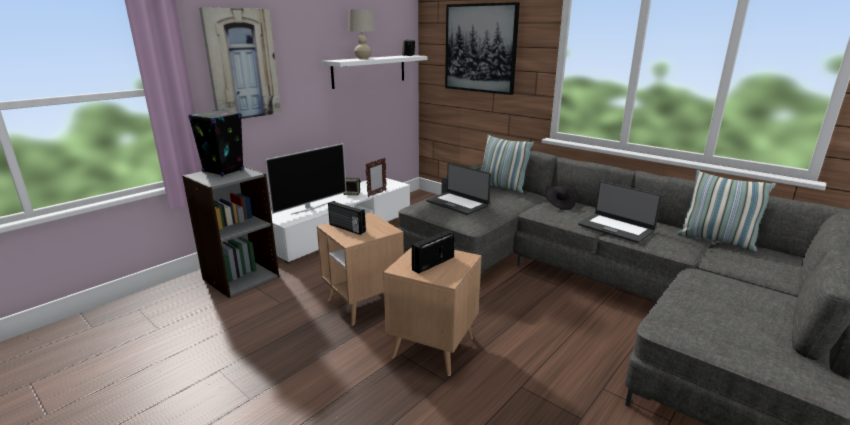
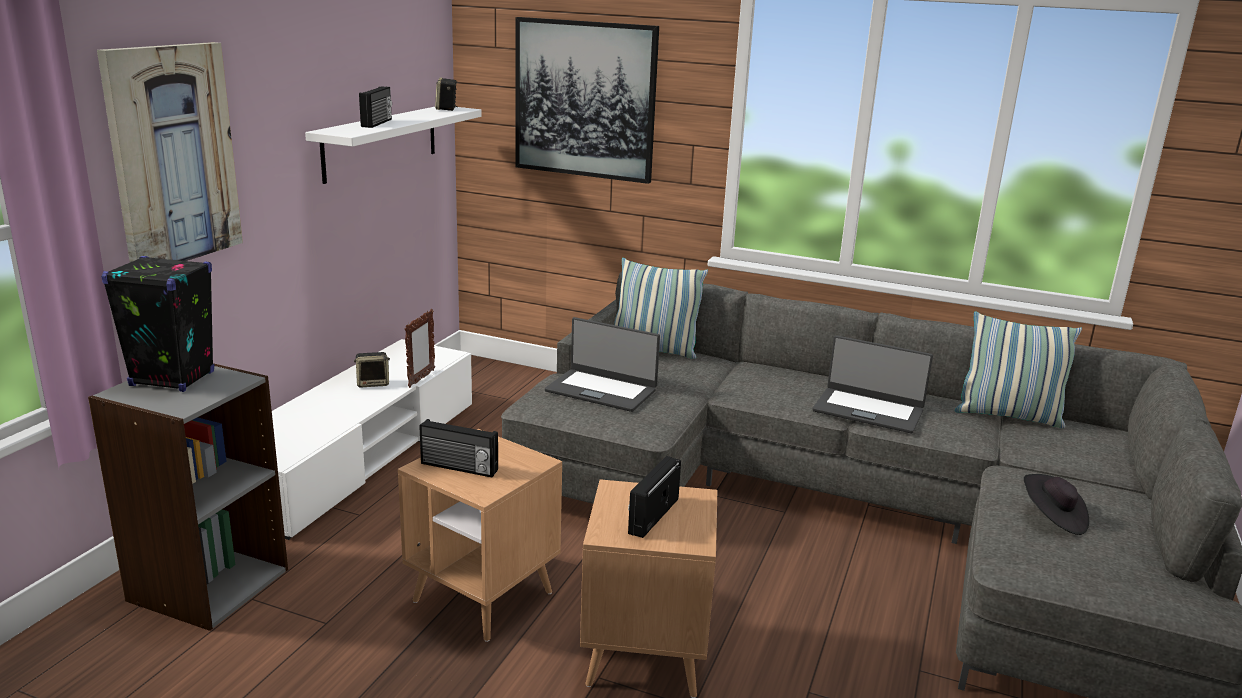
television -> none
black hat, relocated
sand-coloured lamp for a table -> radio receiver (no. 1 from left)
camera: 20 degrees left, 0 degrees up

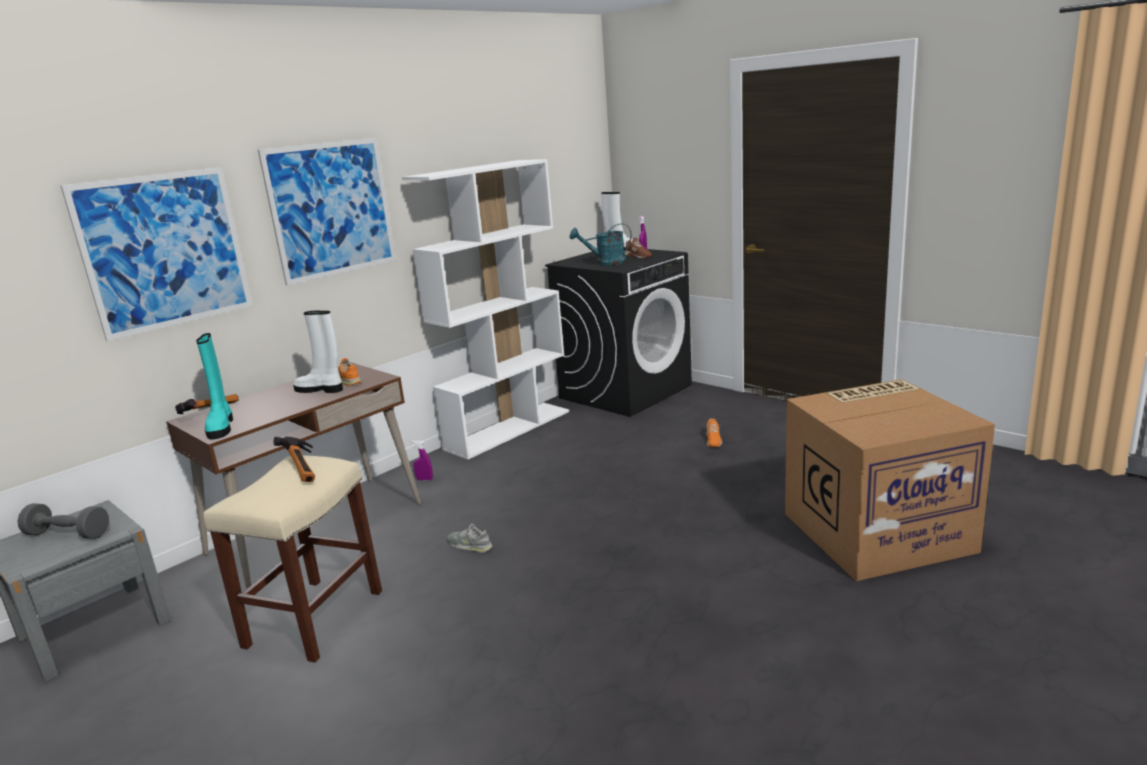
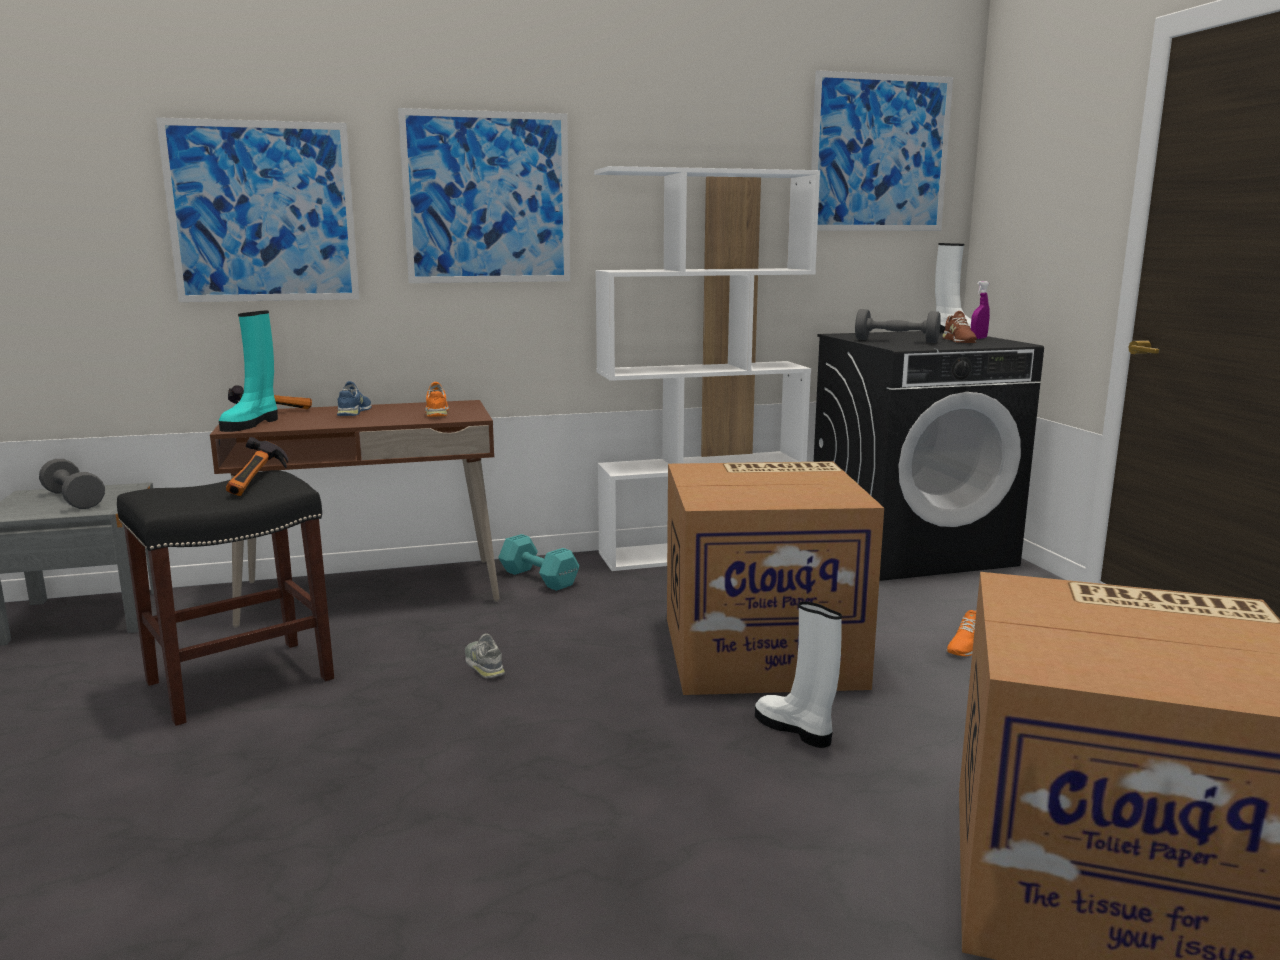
none -> blue item of footwear
none -> carton (no. 1 from left)
none -> wall art (no. 3 from left)
white-coloured boot (no. 1 from left), relocated
purple-coloured hand sprayer (no. 1 from left) -> blue-green free weight
blue-green watering can -> grey free weight (no. 2 from left)
sand-coloured stool -> black stool
camera: 30 degrees right, 5 degrees down

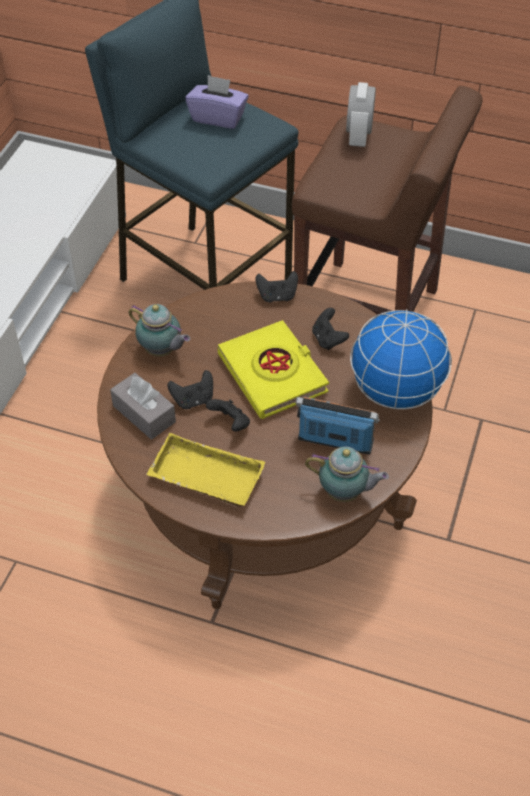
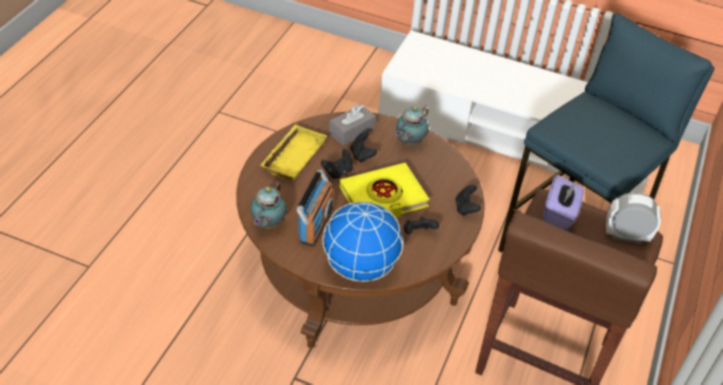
purple-coloured tissue holder, relocated
camera: 90 degrees right, 5 degrees down

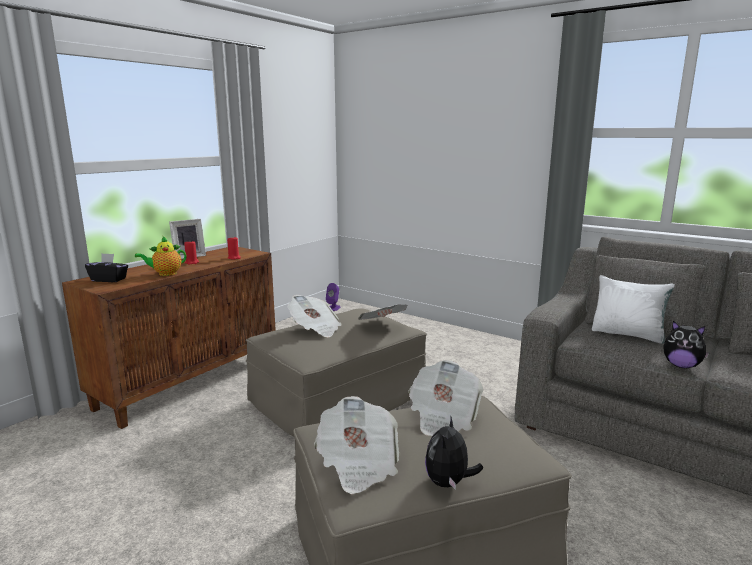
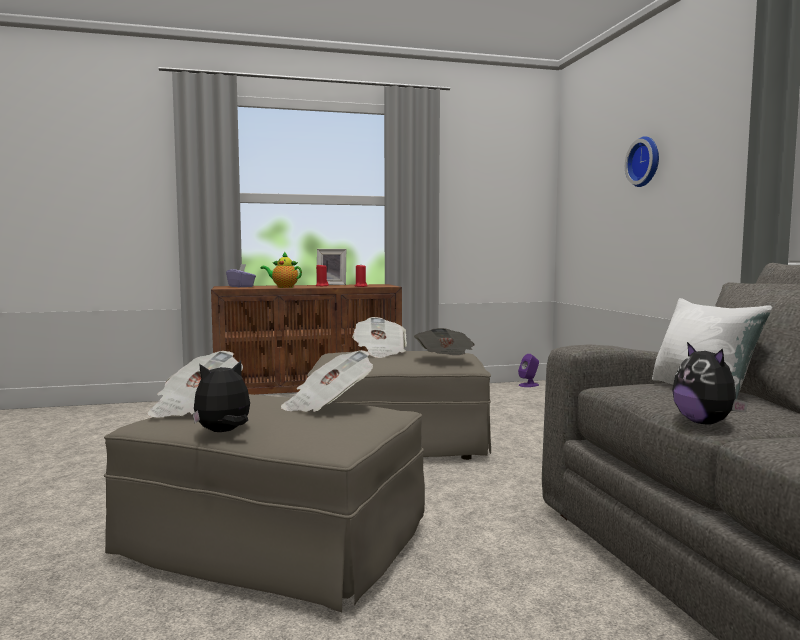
none -> wall clock
black tissue holder -> purple-coloured tissue holder
camera: 40 degrees right, 10 degrees down

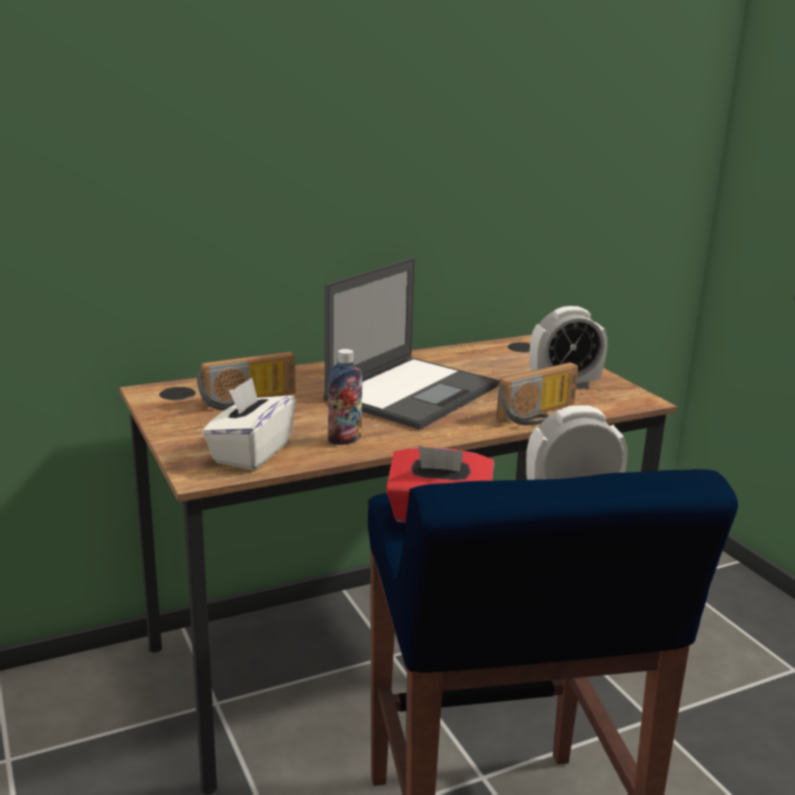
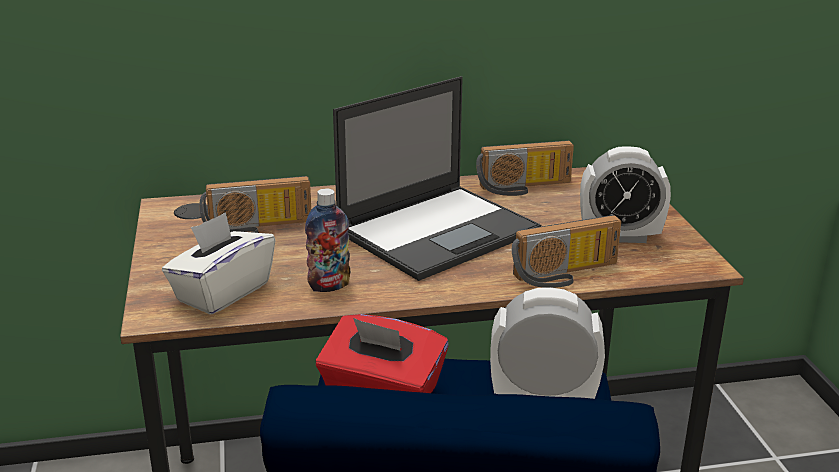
none -> radio receiver (no. 2 from left)
camera: 15 degrees right, 5 degrees up

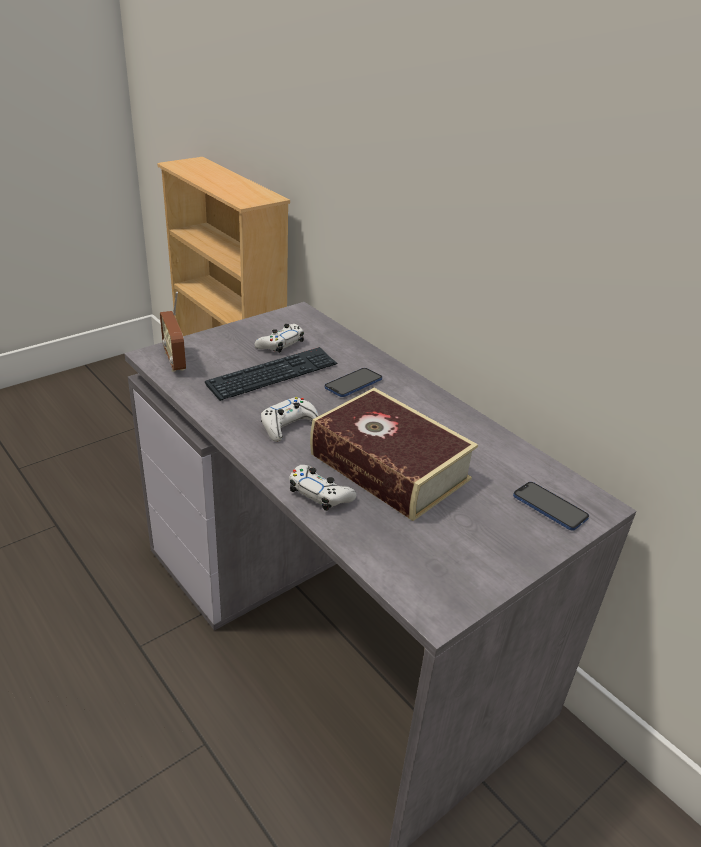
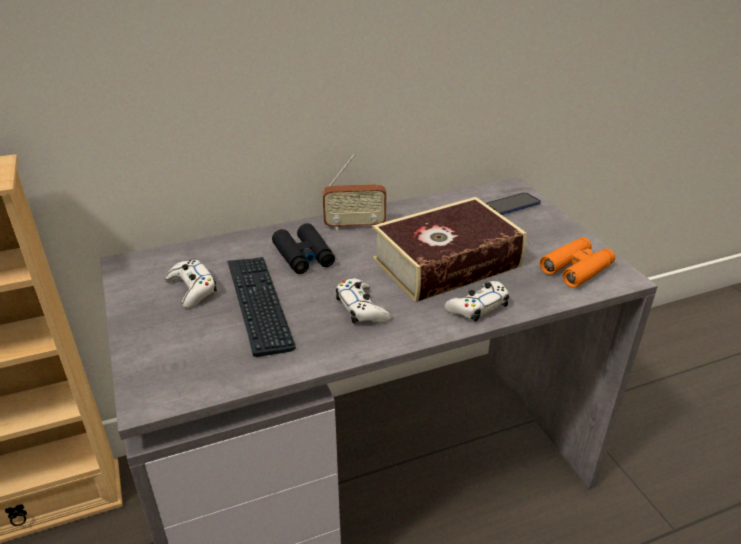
none -> orangey field glasses
radio receiver, relocated
telephone (no. 1 from left) -> black field glasses
camera: 70 degrees left, 0 degrees up

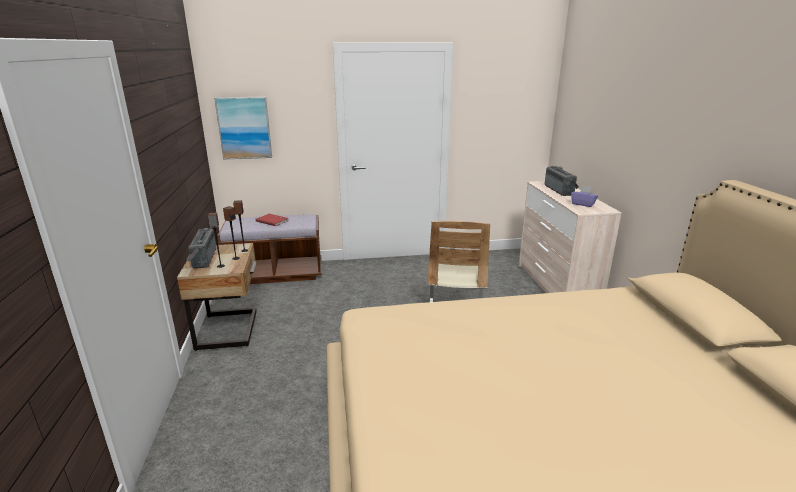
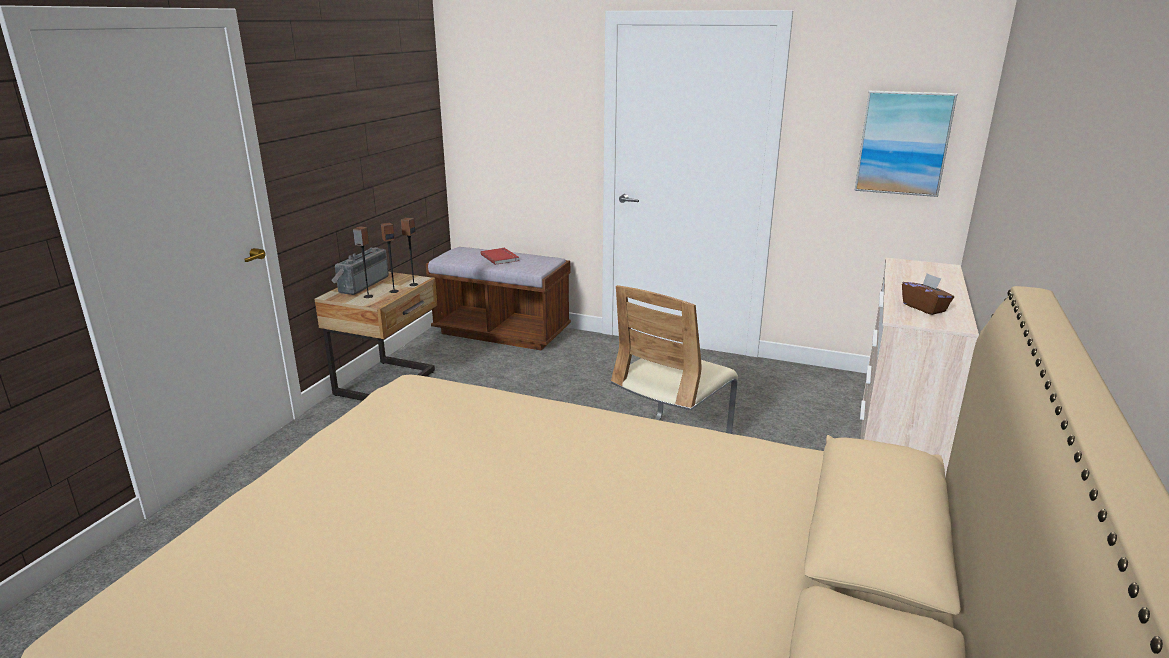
radio receiver (no. 2 from left) -> none
wall art, relocated
purple-coloured tissue holder -> brownish tissue holder
camera: 30 degrees right, 0 degrees up

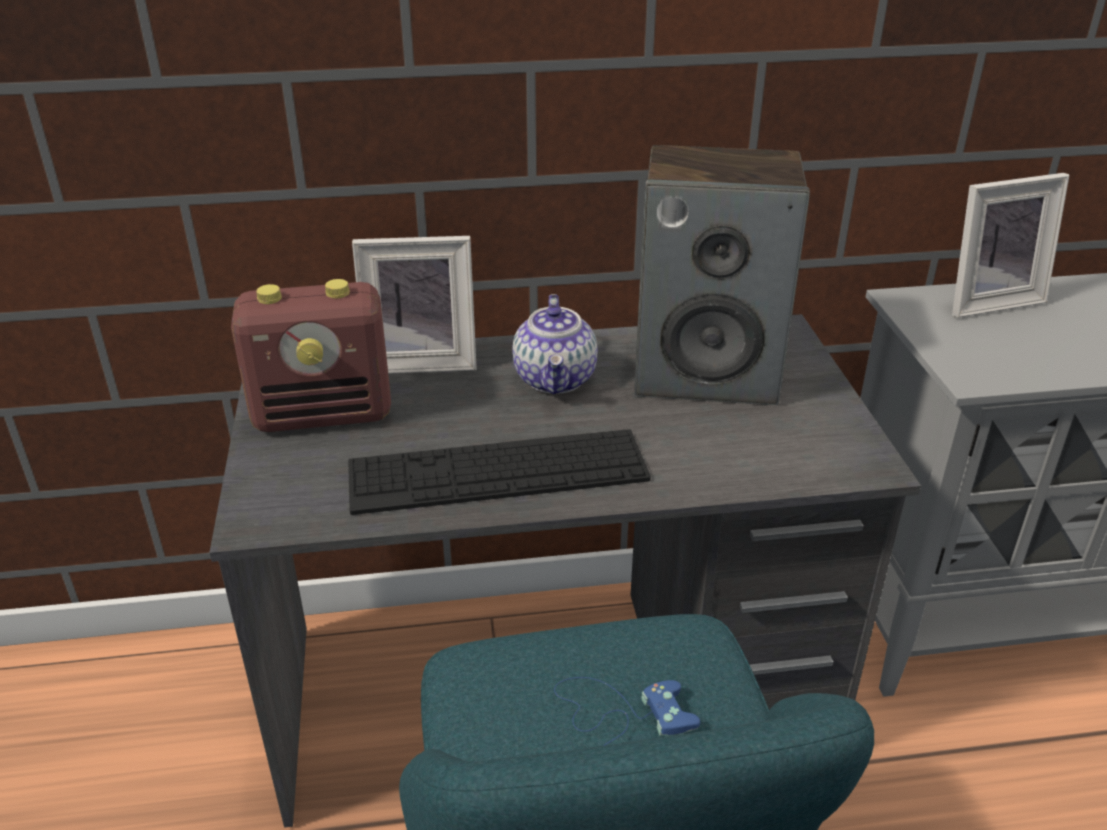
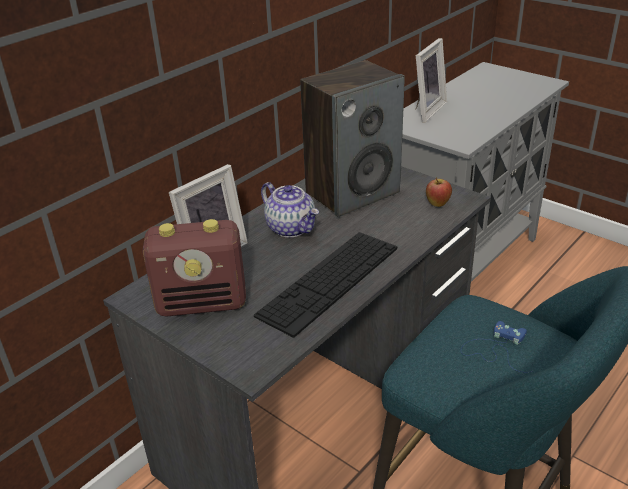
none -> whole apple
radio receiver, 45 degrees clockwise
camera: 40 degrees left, 0 degrees up

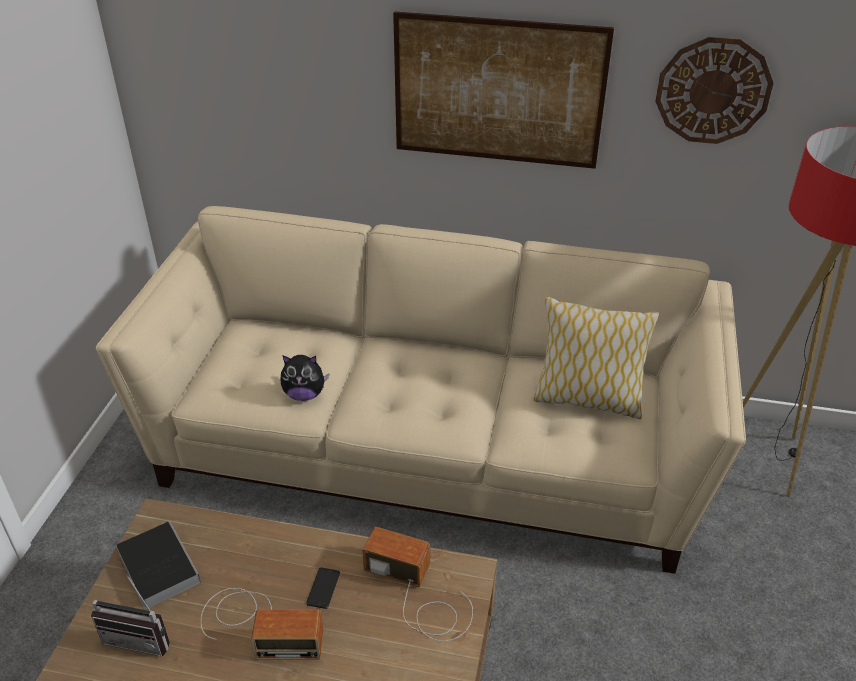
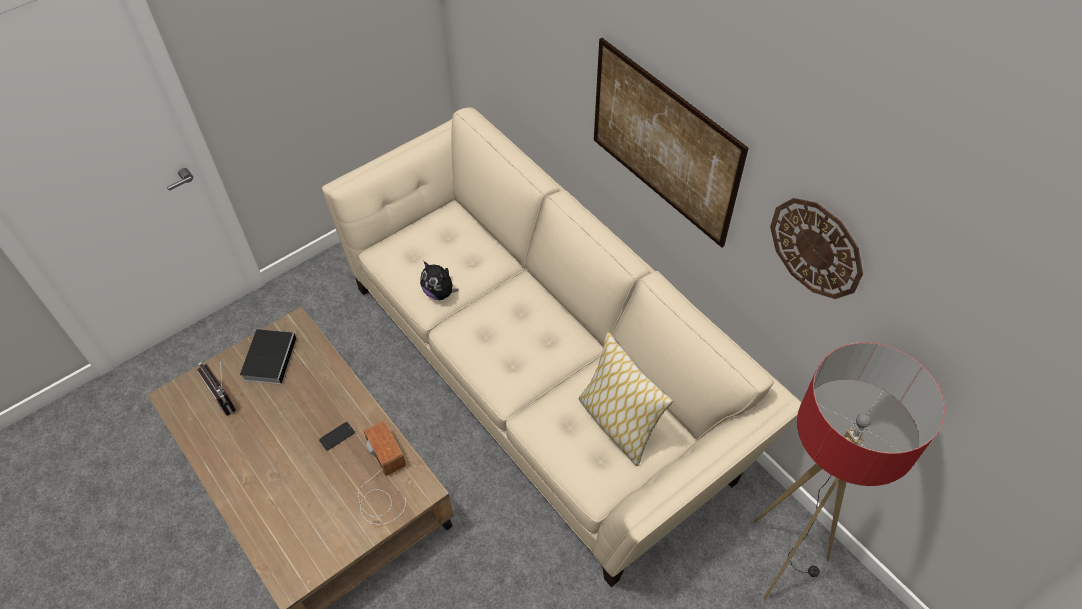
radio receiver (no. 2 from left) -> none
camera: 40 degrees right, 15 degrees up

